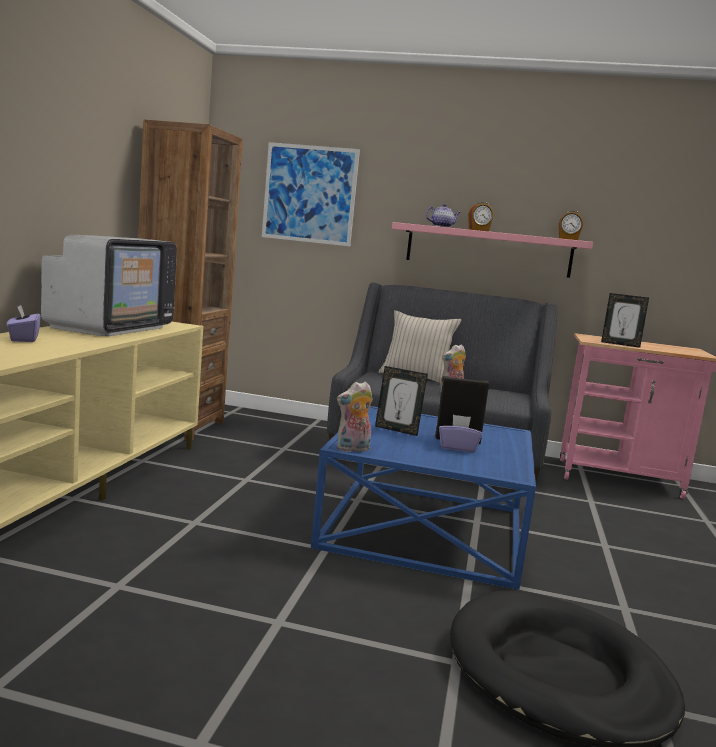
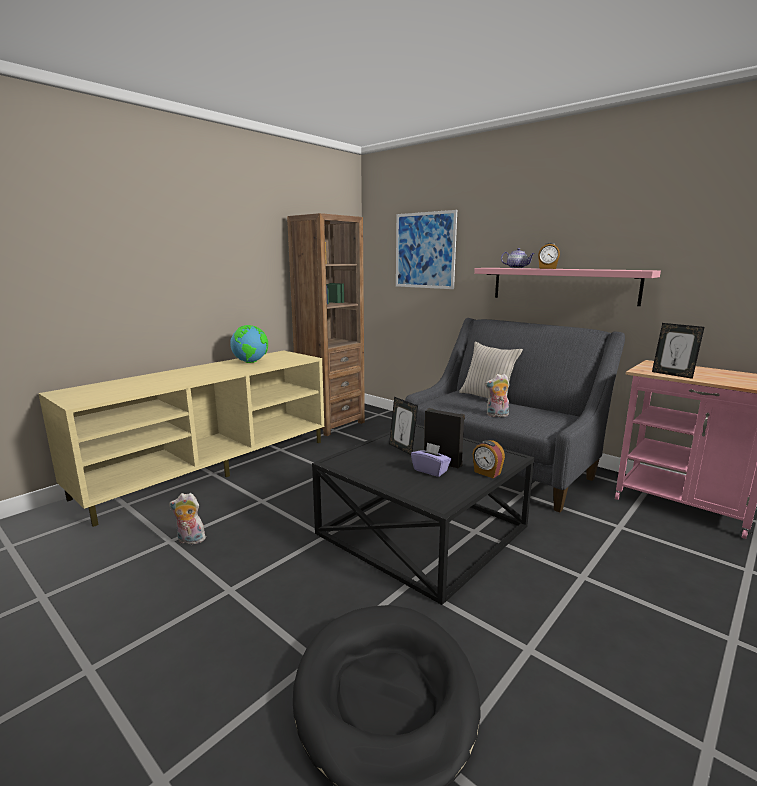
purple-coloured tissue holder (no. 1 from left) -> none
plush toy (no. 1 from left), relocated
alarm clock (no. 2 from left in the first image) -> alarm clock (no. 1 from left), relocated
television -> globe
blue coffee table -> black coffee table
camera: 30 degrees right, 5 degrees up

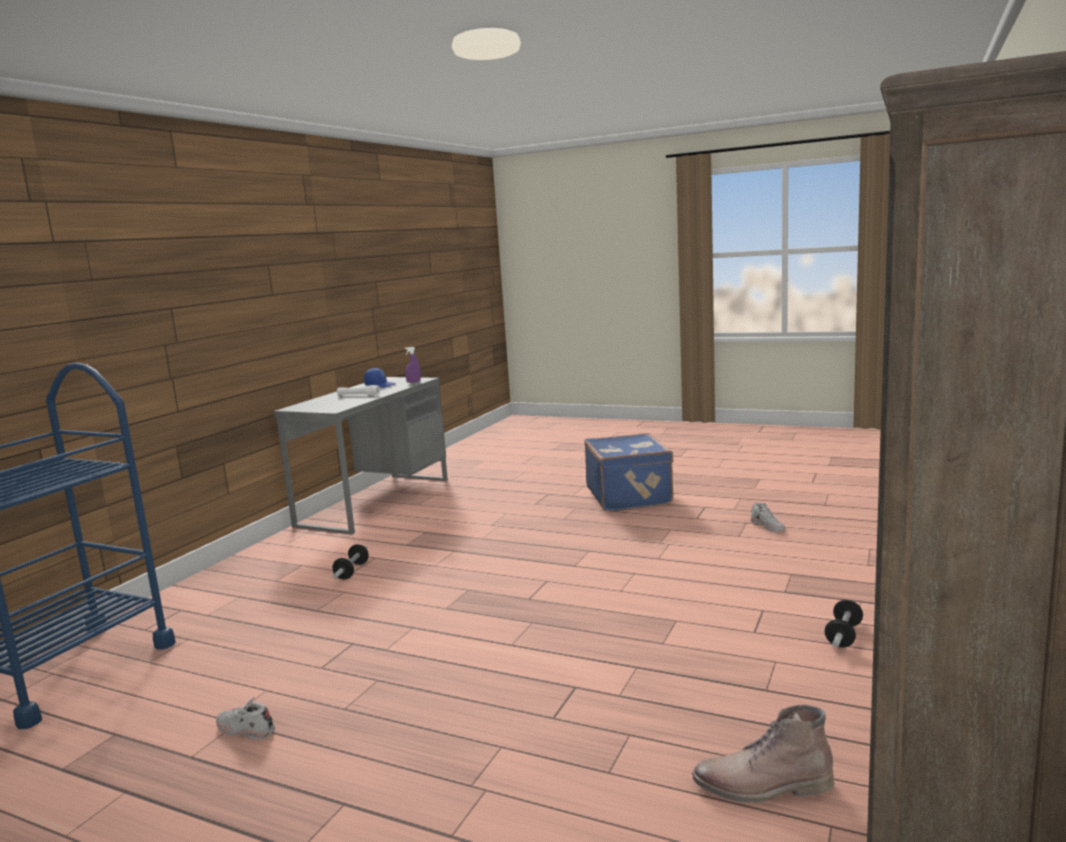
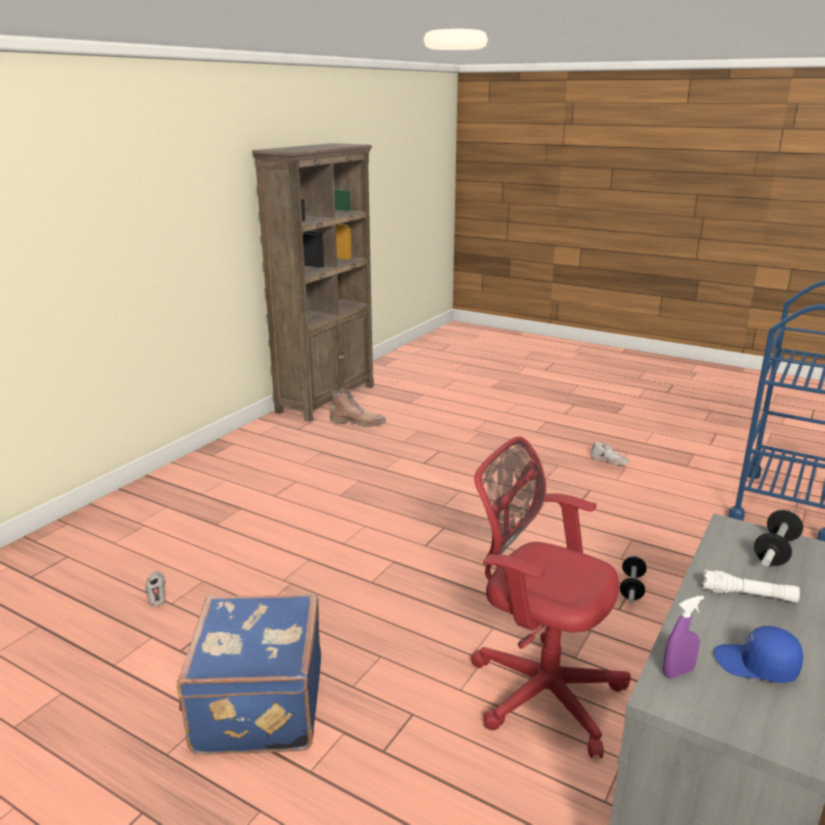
none -> red computer chair
free weight (no. 2 from left), relocated
camera: 175 degrees left, 10 degrees up

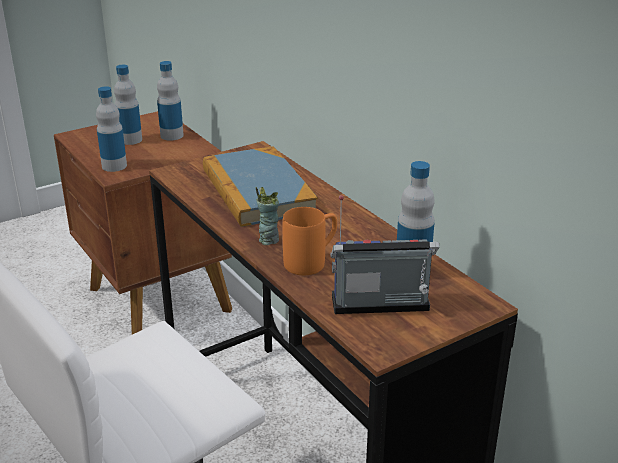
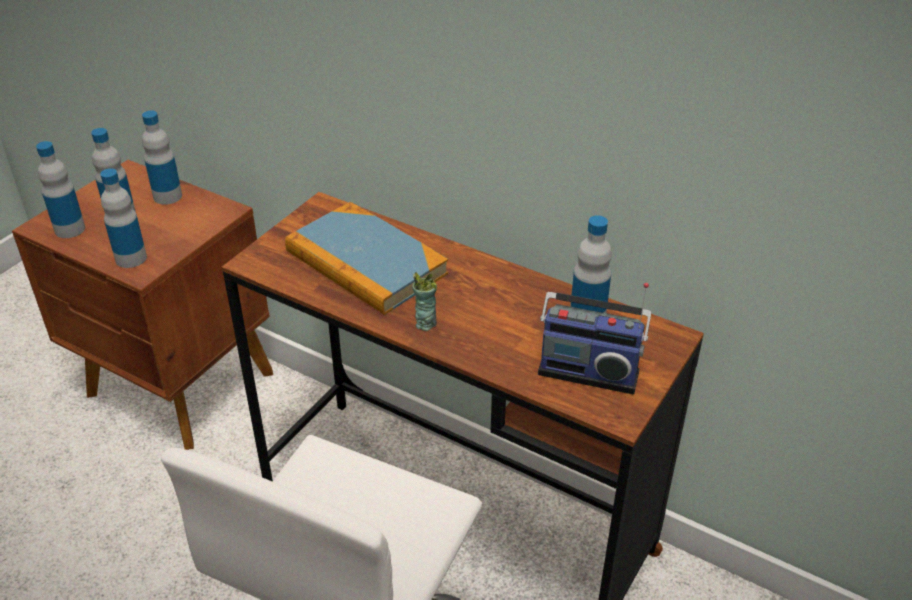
orangey mug -> none
none -> drink bottle (no. 1 from left)
radio receiver, 135 degrees counterclockwise
camera: 25 degrees left, 10 degrees up

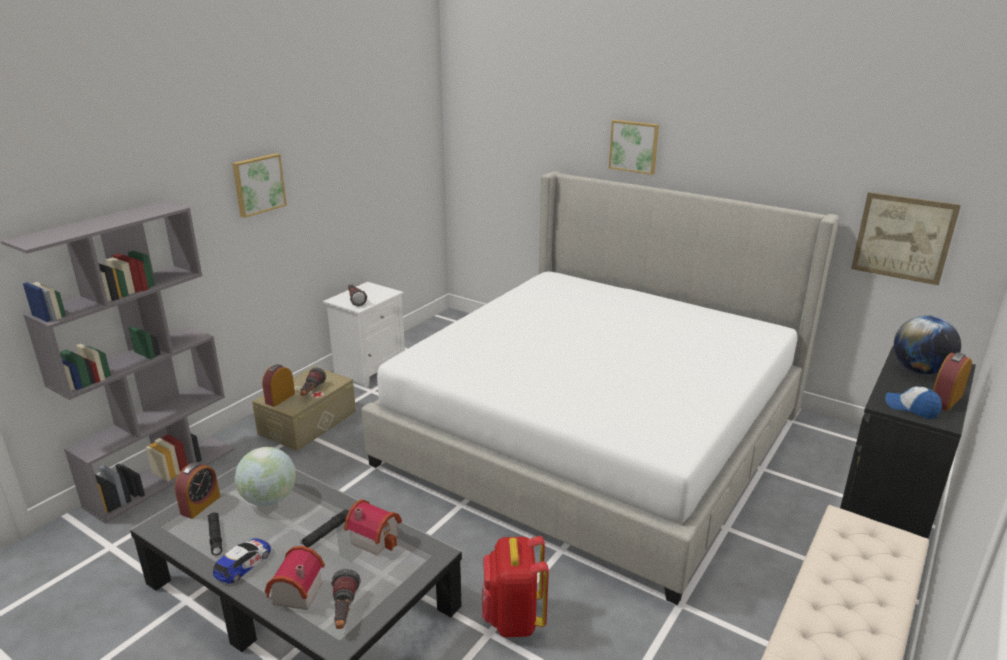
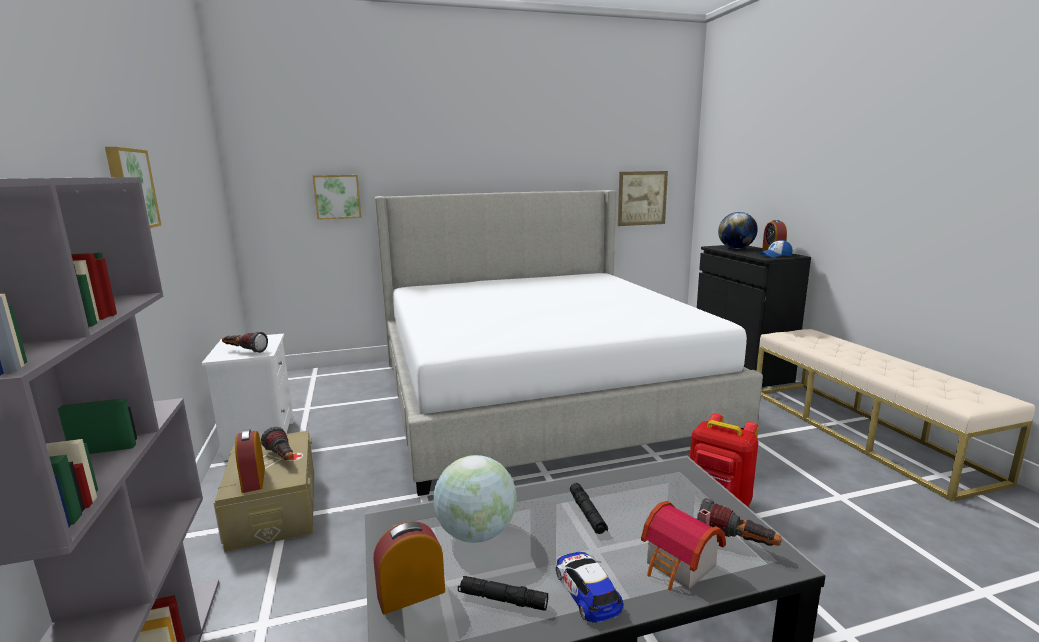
miniature house (no. 2 from left) -> none
wall art (no. 2 from left), relocated
alarm clock (no. 1 from left in the first image) -> alarm clock (no. 2 from left), 90 degrees counterclockwise
camera: 50 degrees left, 10 degrees down

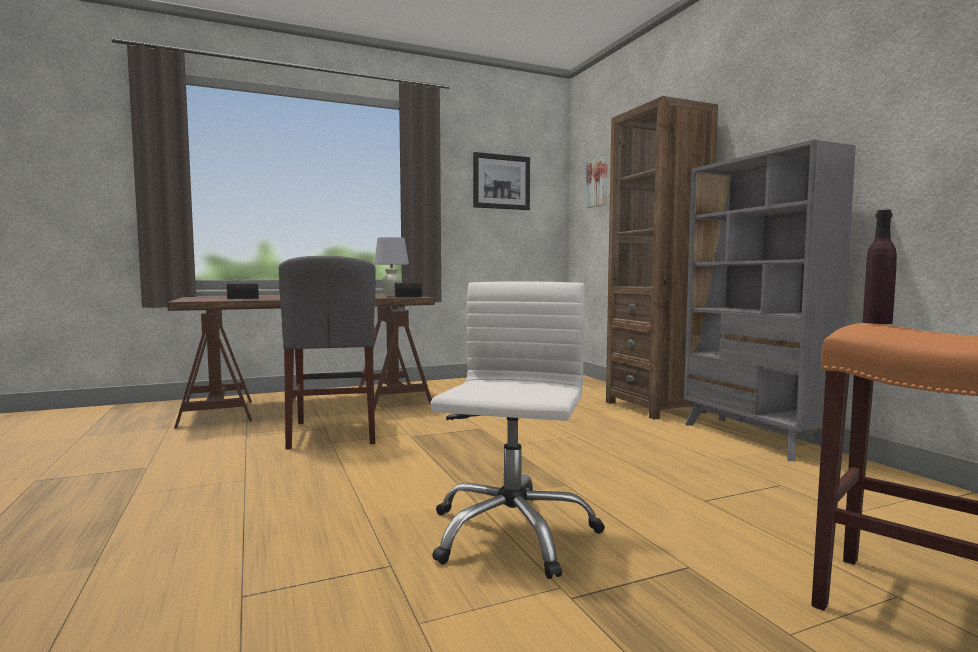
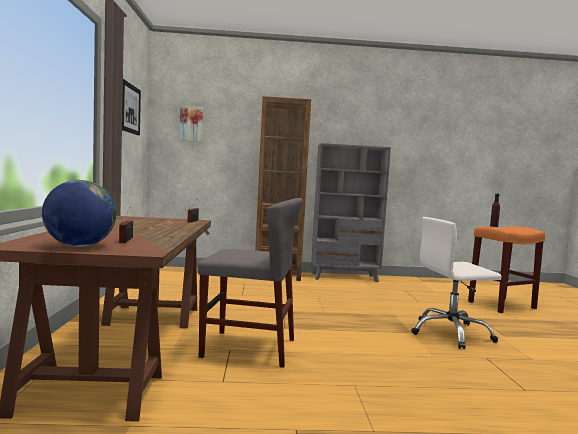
white-coloured lamp for a table -> none
none -> globe
white-coloured computer chair, 45 degrees counterclockwise
camera: 70 degrees left, 0 degrees up

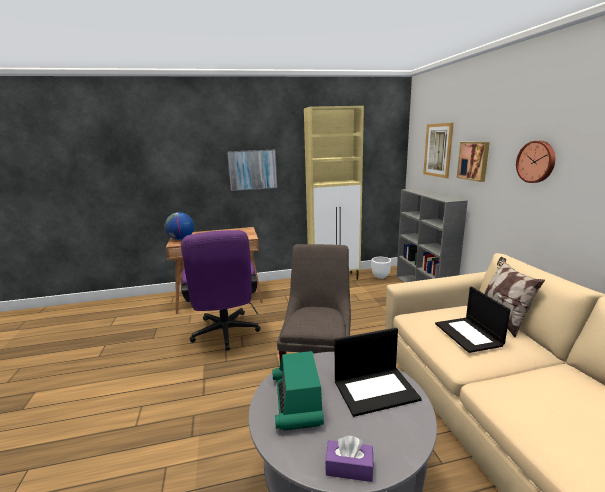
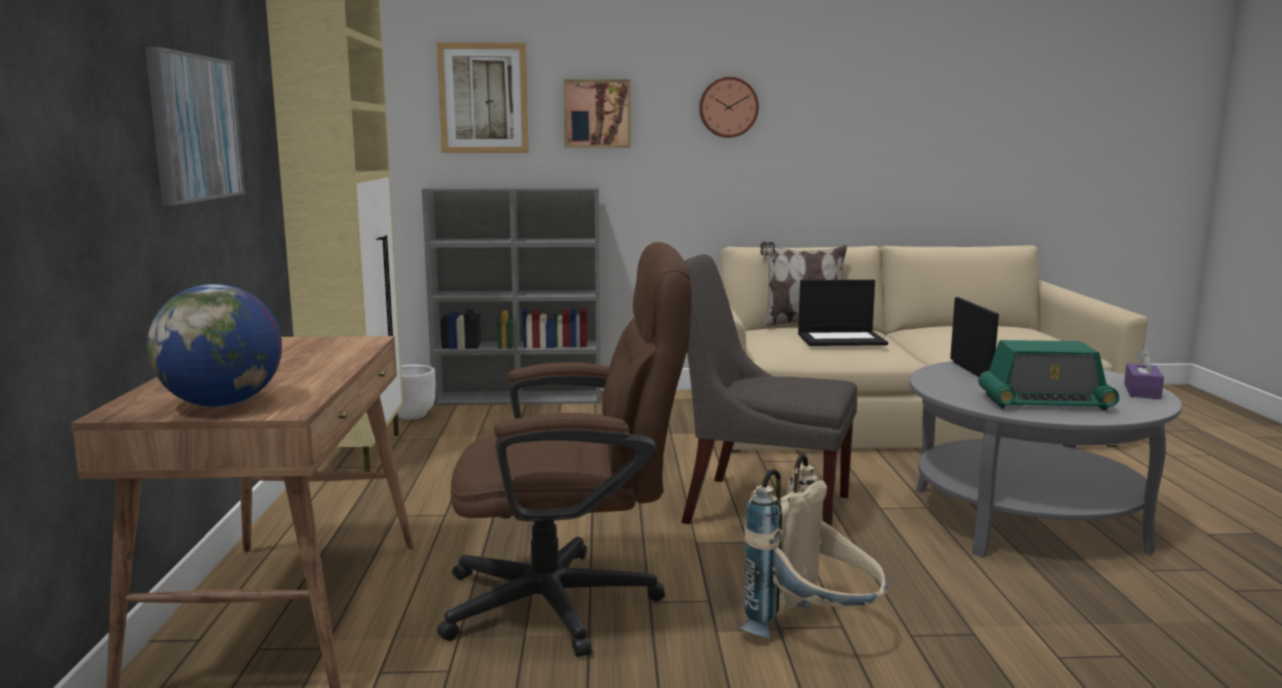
none -> sand-coloured knapsack
purple-coloured computer chair -> brownish computer chair
camera: 80 degrees left, 5 degrees down

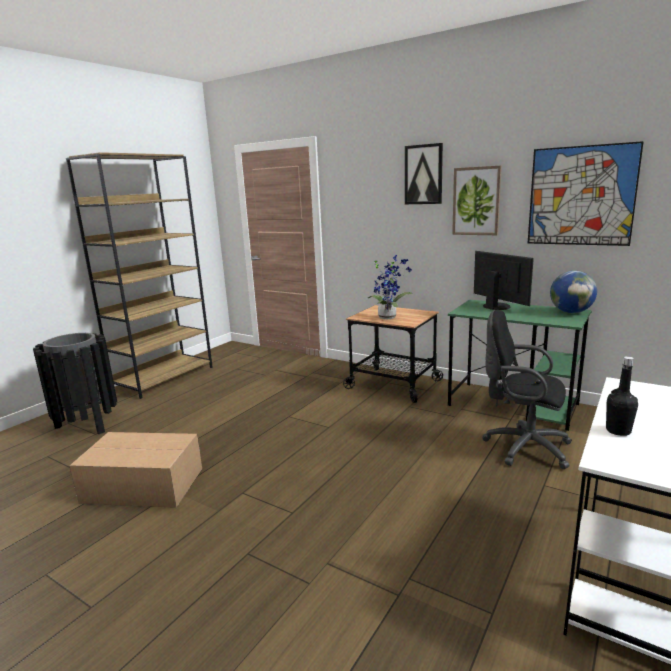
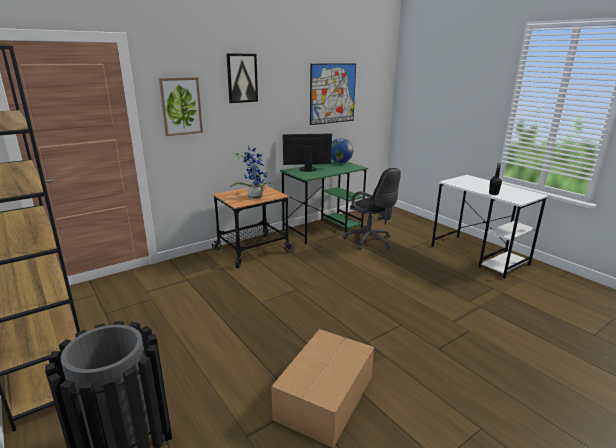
wall art (no. 2 from left in the first image) -> wall art (no. 1 from left), relocated
black computer chair, 90 degrees counterclockwise
camera: 70 degrees left, 5 degrees up

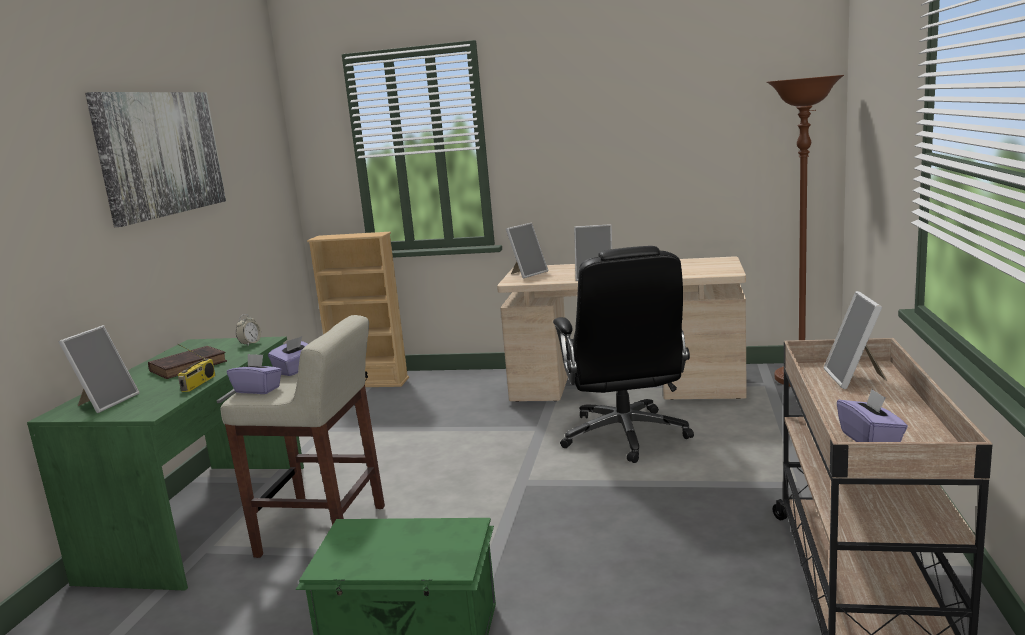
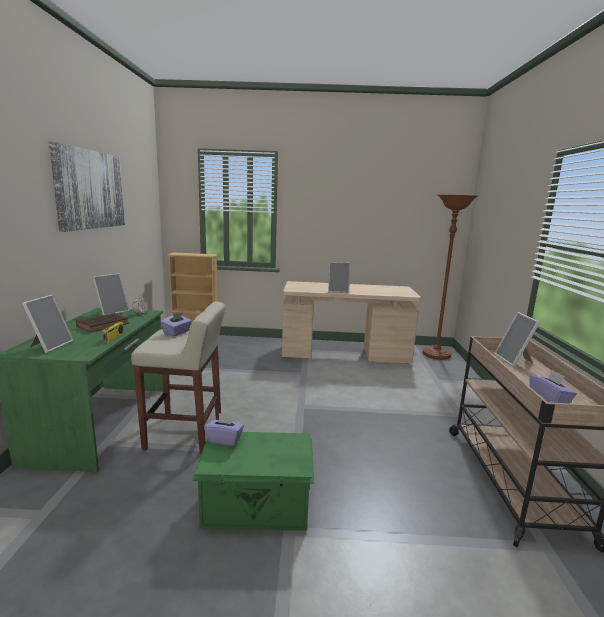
black computer chair -> none
purple-coloured tissue holder (no. 1 from left in the first image) -> purple-coloured tissue holder (no. 2 from left), relocated
photo frame (no. 2 from left), relocated
camera: 10 degrees left, 0 degrees up

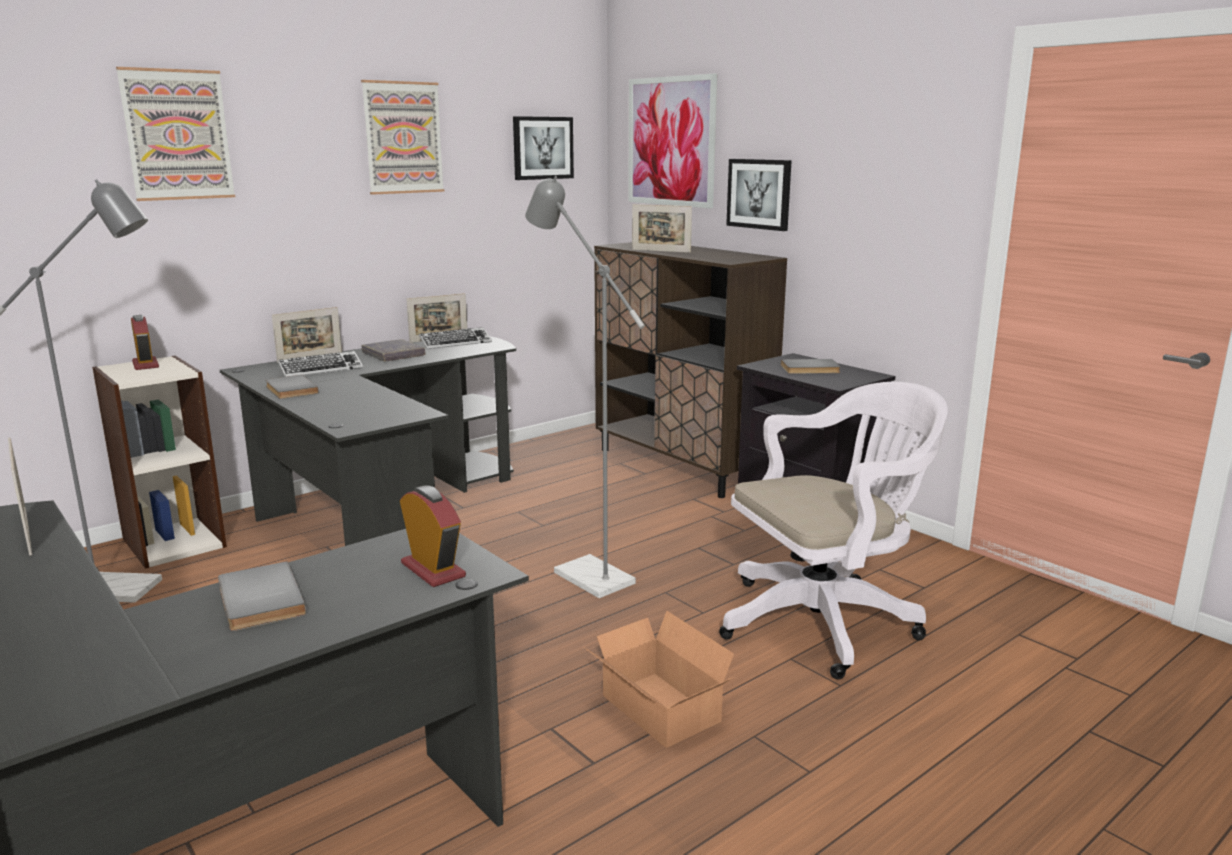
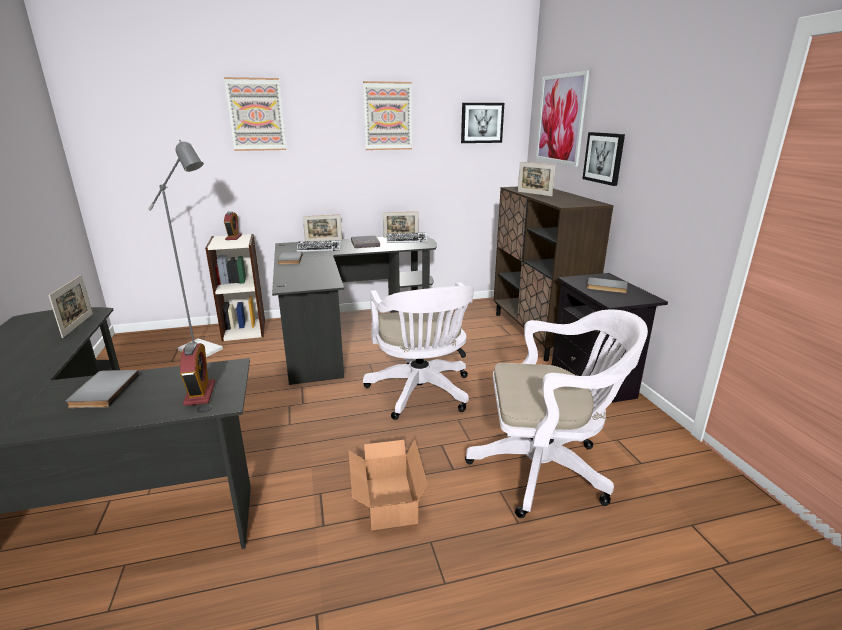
grey standard lamp (no. 2 from left) -> white-coloured computer chair (no. 1 from left)
camera: 25 degrees right, 5 degrees up

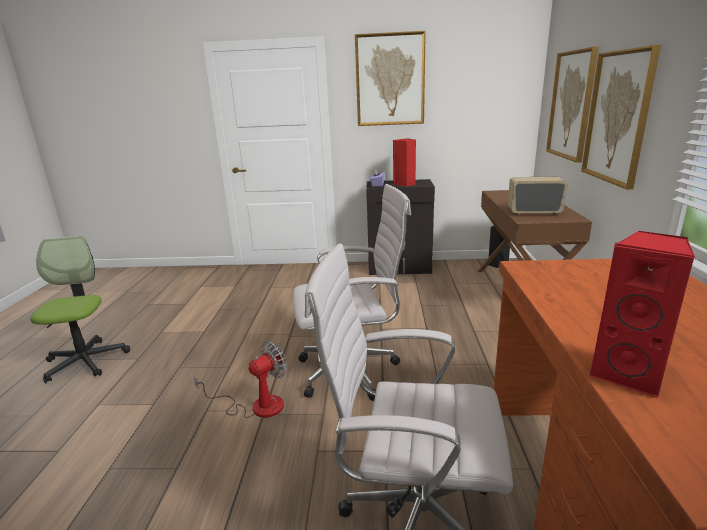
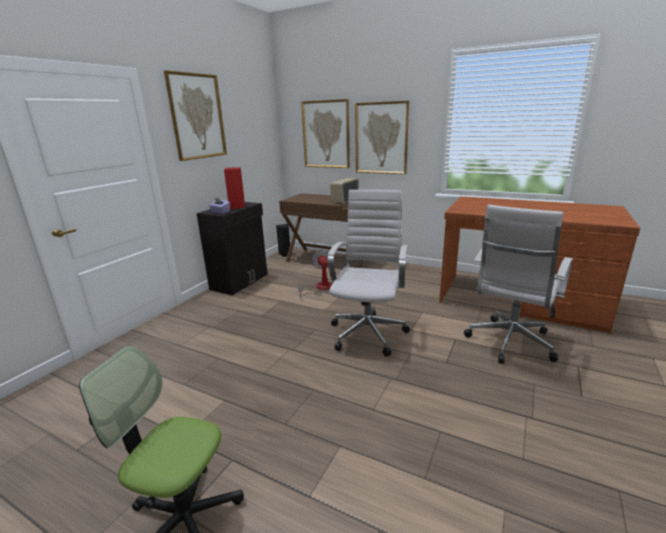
red speaker (no. 2 from left) -> none
cooling fan, relocated
camera: 65 degrees left, 0 degrees up

